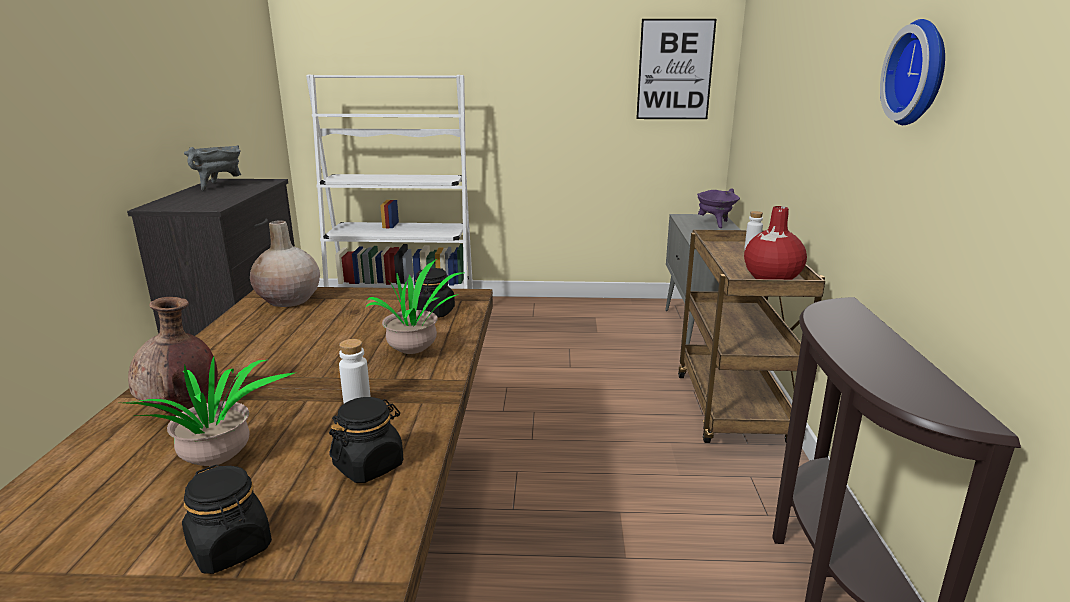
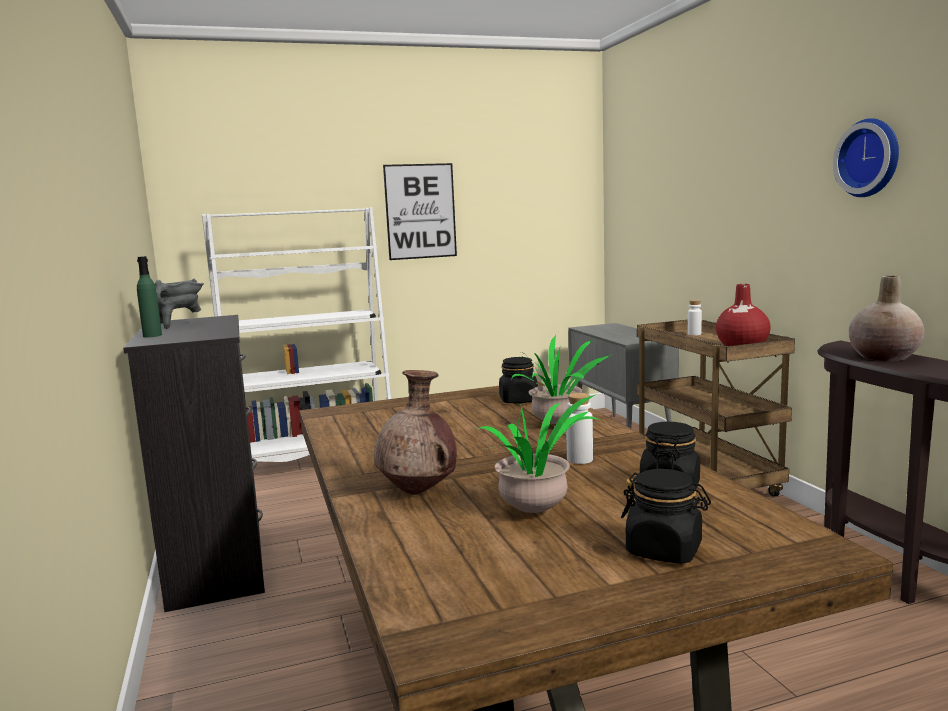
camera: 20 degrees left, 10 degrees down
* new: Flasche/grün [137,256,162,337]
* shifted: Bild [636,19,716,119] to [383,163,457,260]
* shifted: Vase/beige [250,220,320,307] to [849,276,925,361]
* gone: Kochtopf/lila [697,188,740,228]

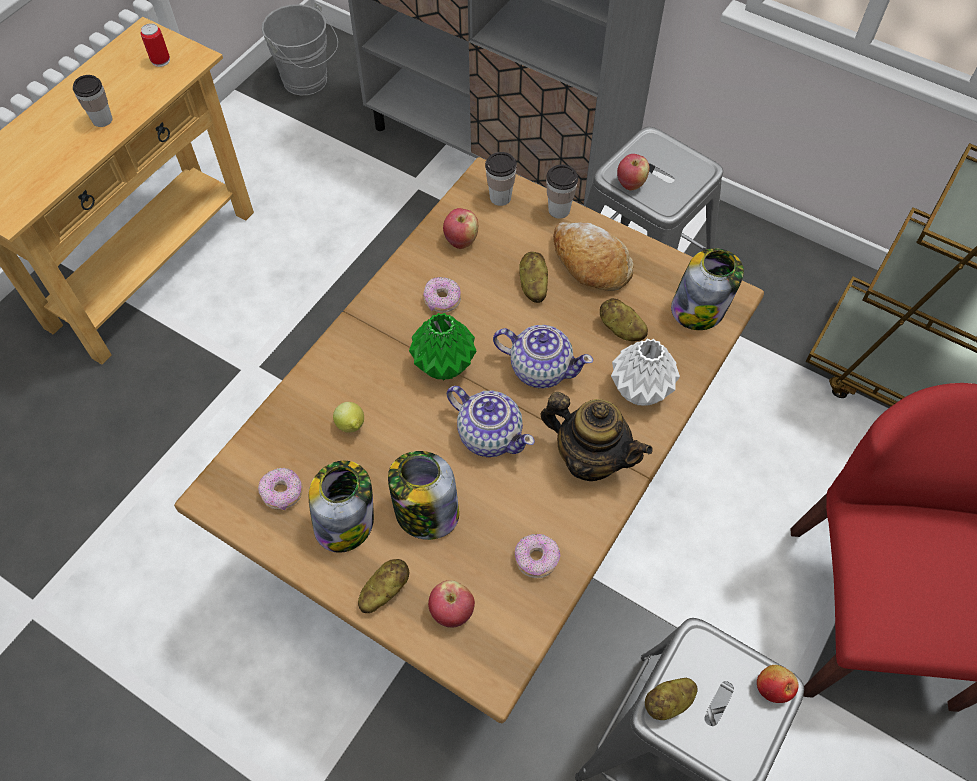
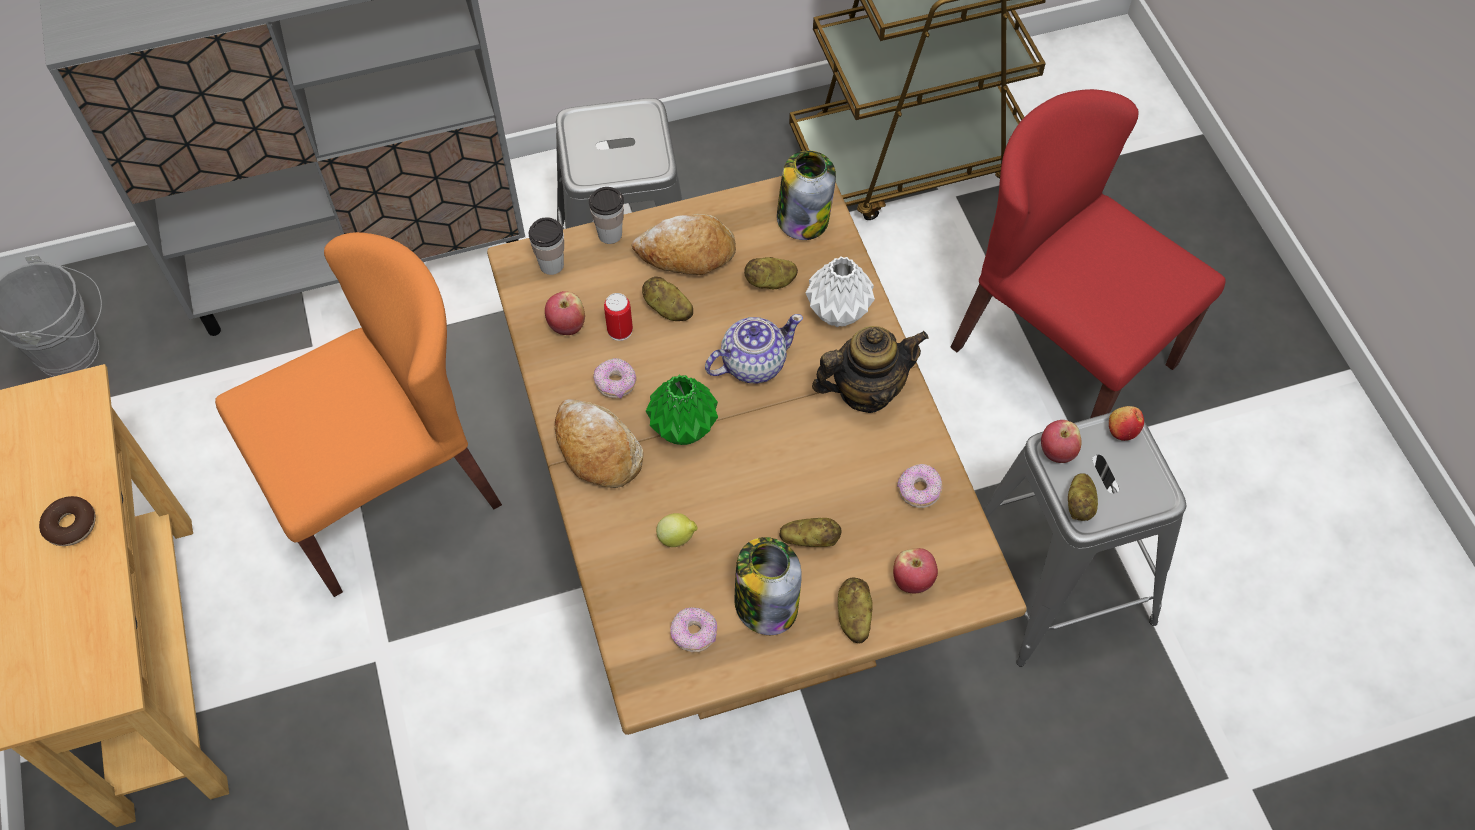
camera: 50 degrees left, 0 degrees up
* swapped: Tasse [73,75,113,127] to Donut [39,496,96,546]
* new: Stuhl/orange [215,232,502,597]
* new: Brot [555,399,643,488]
* shifted: Dose [141,23,170,67] to [604,293,633,341]
* swapped: Vorratsglas [388,451,459,540] to Kartoffel [779,518,842,547]
* shifted: Apfel [617,154,650,191] to [1041,420,1082,463]
* gone: Teekanne [447,386,535,457]

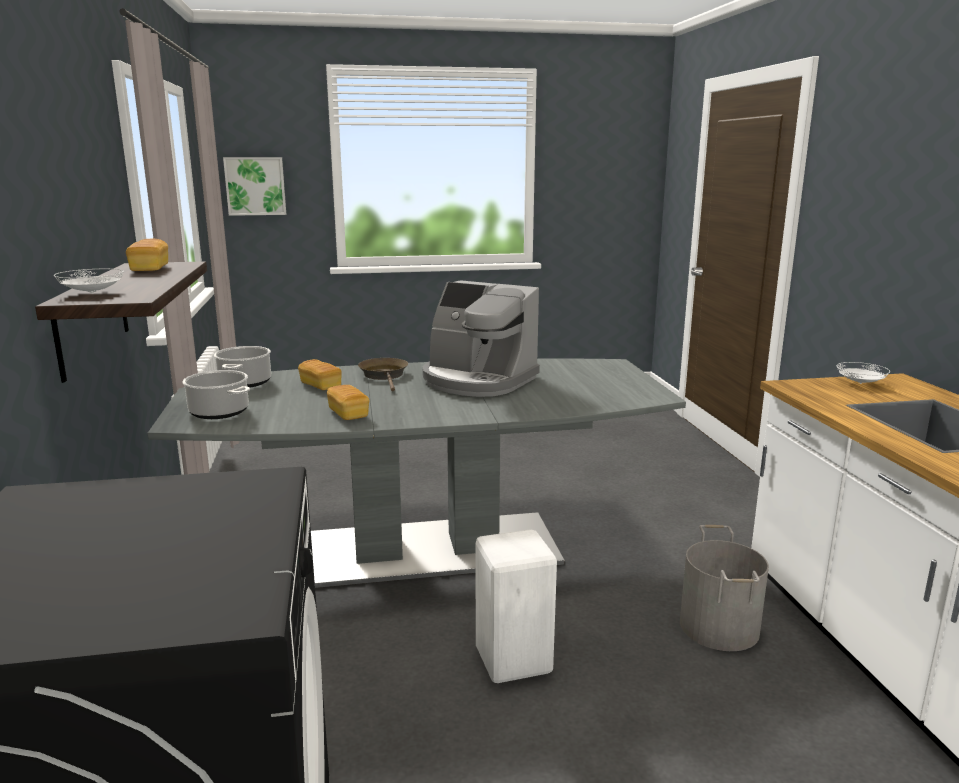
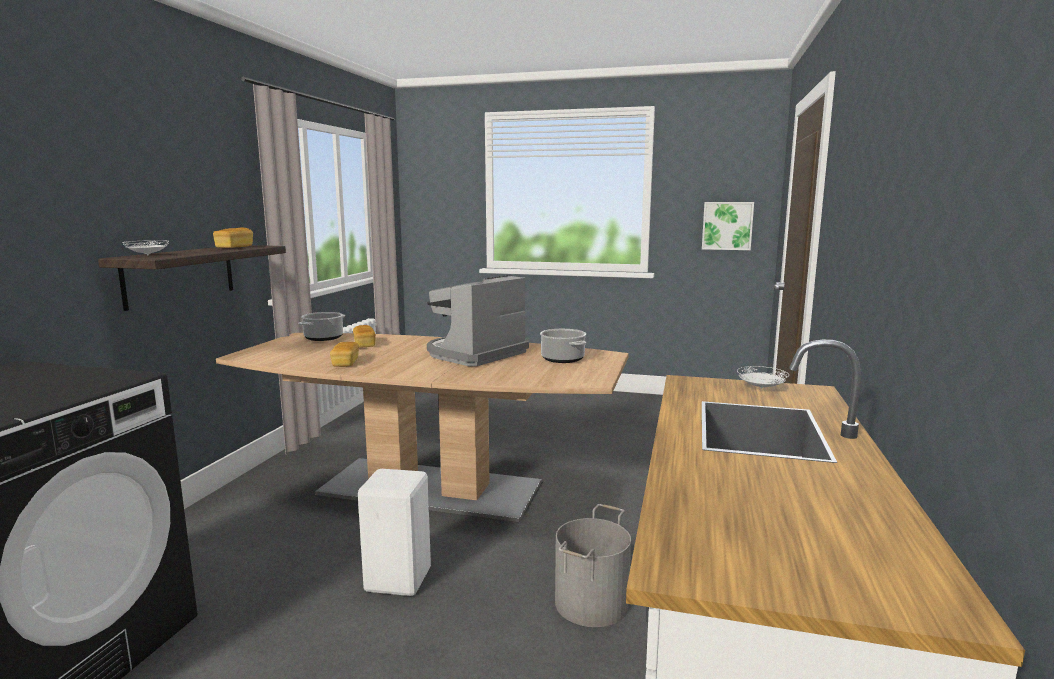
camera: 25 degrees right, 5 degrees down
* repainted: Esstisch/grau [148,359,686,588] to Esstisch/braun [216,333,629,522]
* rotated: Kaffeemaschine [422,280,540,397] = [427,275,529,366] 75 degrees clockwise
* shifted: Kochtopf [182,370,250,419] to [540,329,586,363]
* shifted: Bild [223,157,286,216] to [702,202,754,250]
* gone: Pfanne/braun [358,358,408,391]

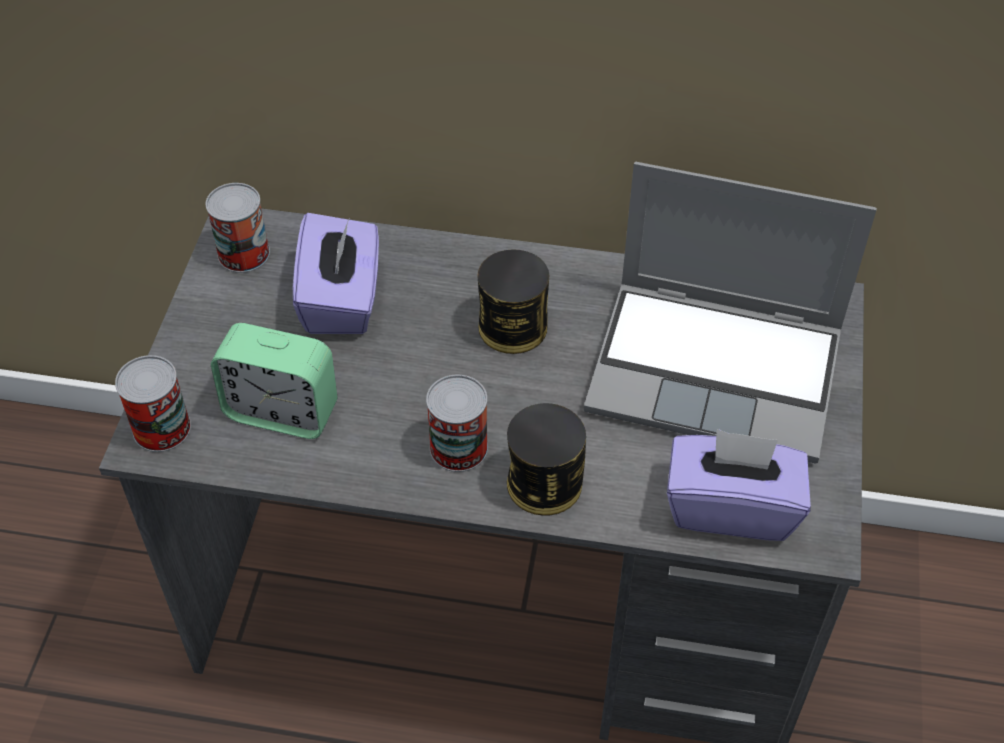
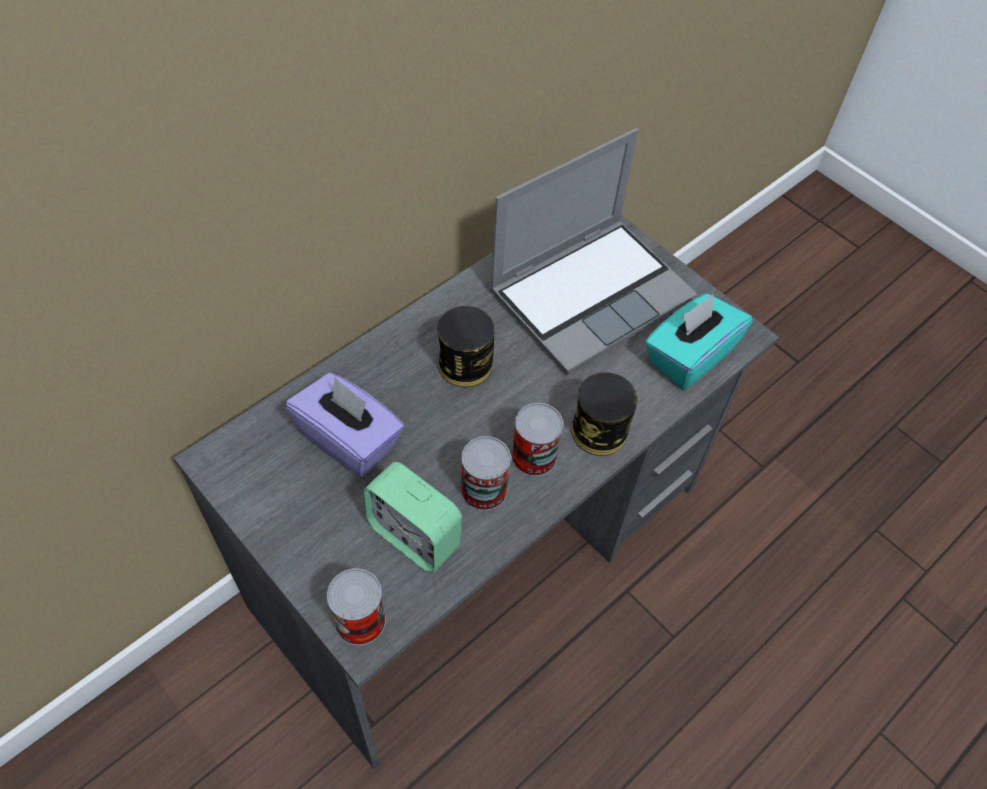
camera: 55 degrees left, 5 degrees up
* rotated: Wecker [211,323,337,439] = [364,462,462,573] 75 degrees clockwise
* shifted: Dose [206,183,270,273] to [461,436,511,511]
* repainted: Taschentuchbox/lila [667,429,811,541] to Taschentuchbox/türkis [645,294,753,389]

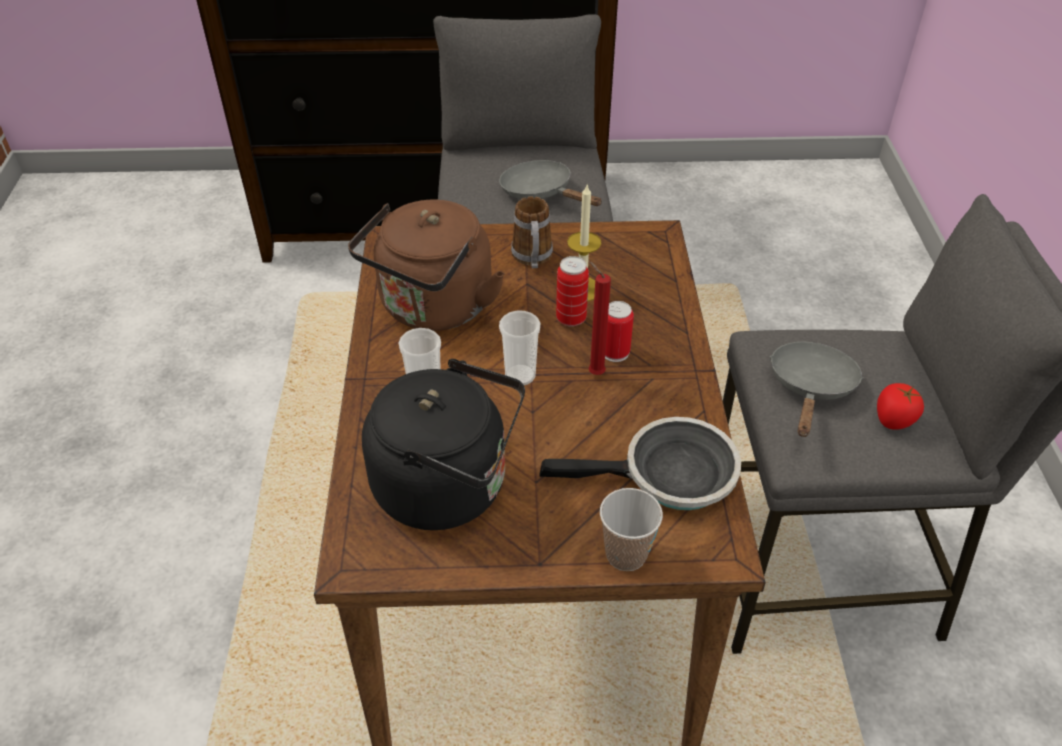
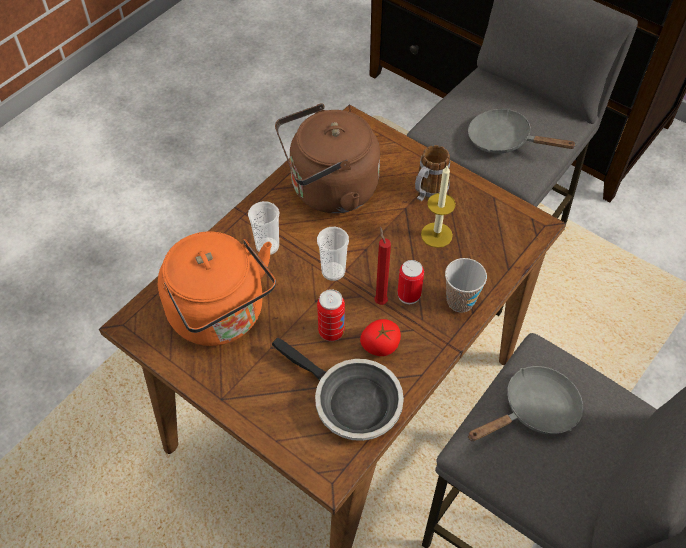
camera: 40 degrees right, 10 degrees up
* repainted: Wasserkessel/schwarz [362,359,525,530] to Wasserkessel/orange [158,232,276,346]
* shifted: Dose [556,256,589,327] to [317,289,345,341]
* shifted: Tomate [877,383,924,430] to [360,319,401,356]
* shifted: Tasse [600,488,663,571] to [445,258,487,312]
* rotated: Pfanne/grau [499,160,602,206] = [468,109,577,154] 60 degrees counterclockwise

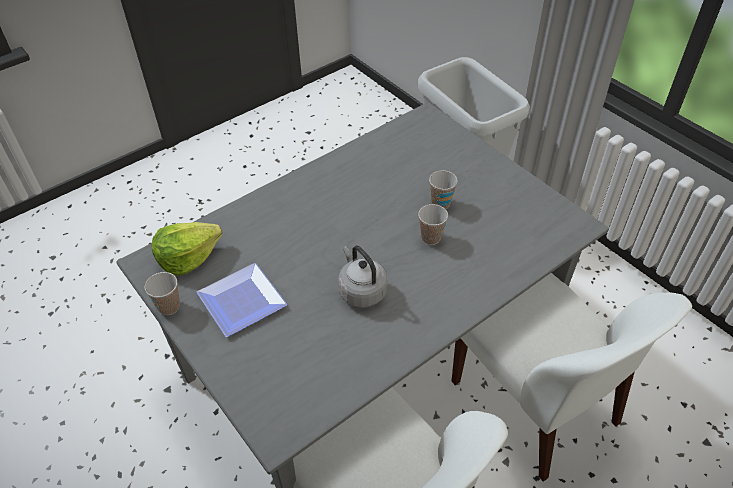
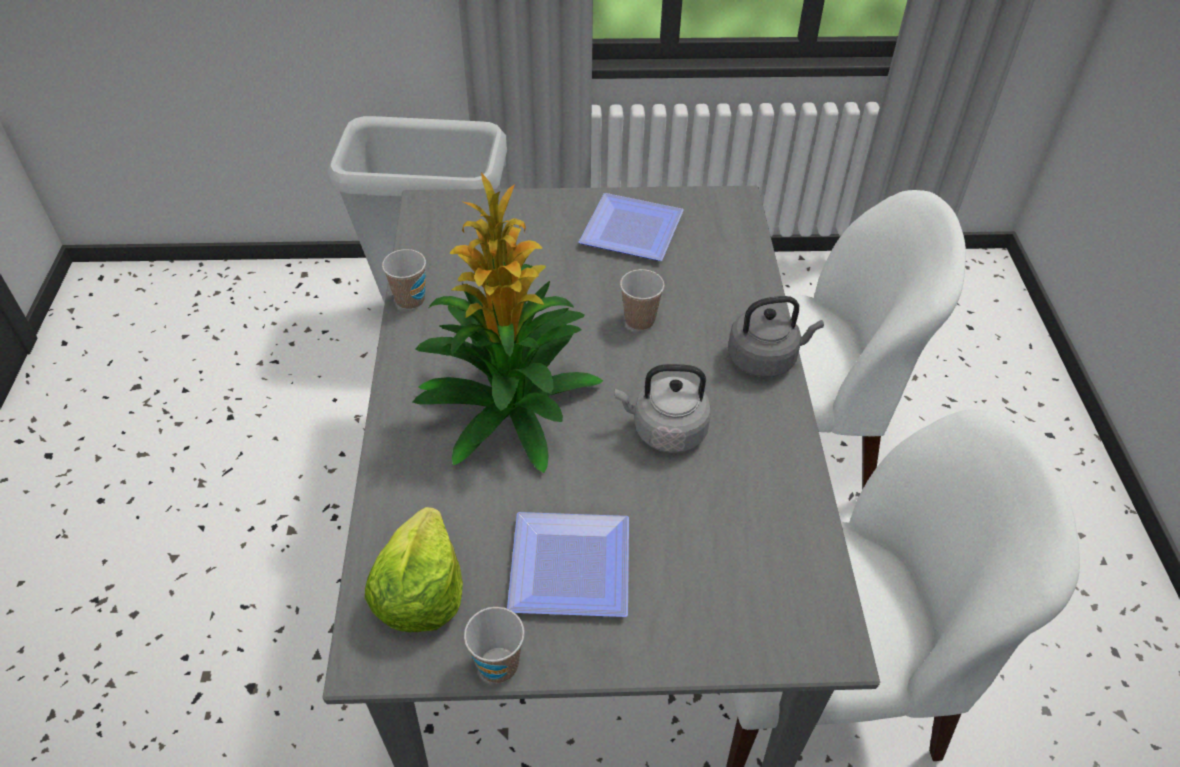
camera: 55 degrees left, 0 degrees up
* shifted: Tasse [429,170,458,209] to [382,249,426,310]
* new: Topfpflanze [412,172,603,473]
* new: Teller [579,193,684,261]
* new: Wasserkessel/grau [728,296,824,377]

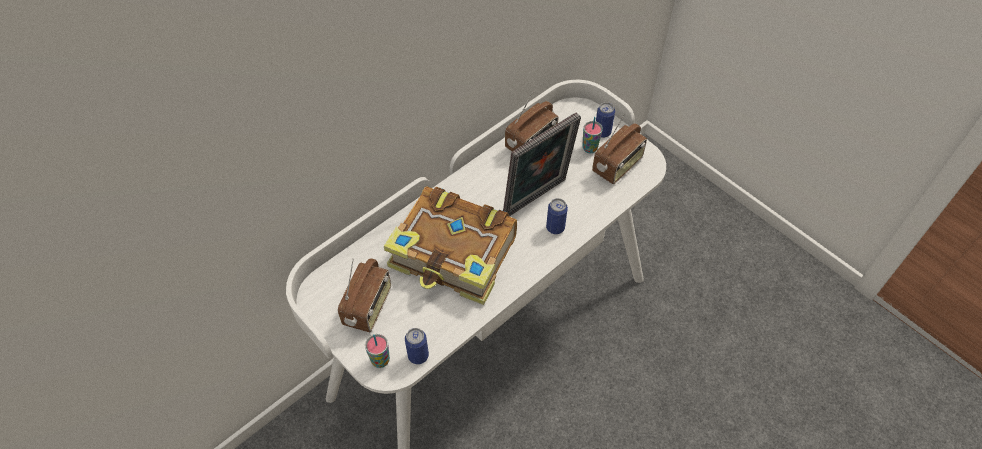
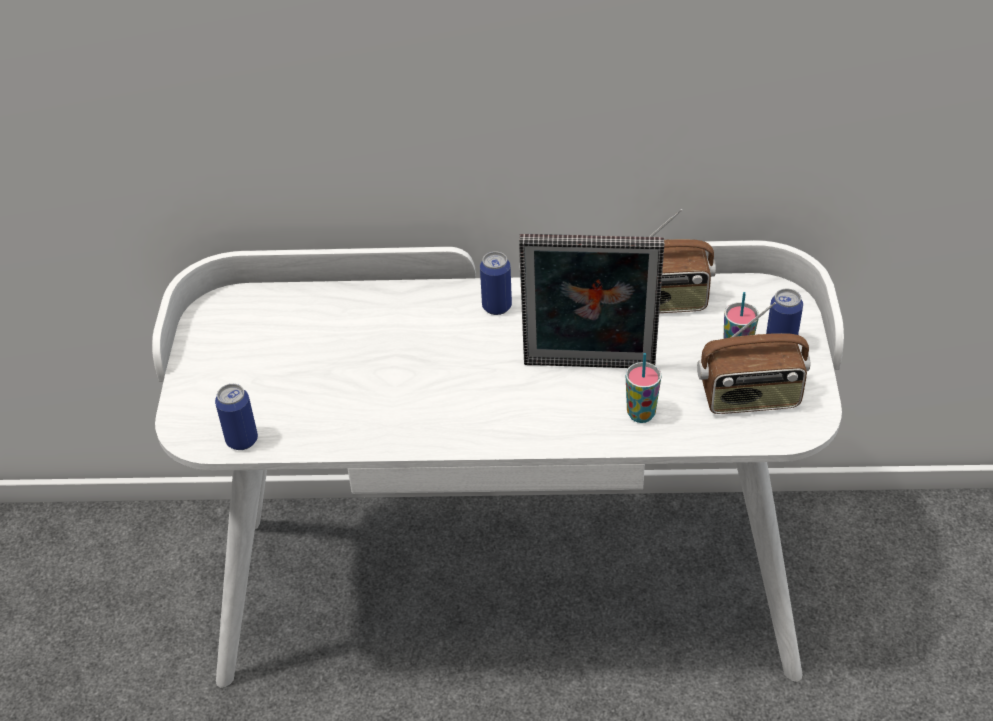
camera: 45 degrees right, 10 degrees down
* shifted: Dose [546,198,568,234] to [480,251,512,315]
* shifted: Tasse [365,334,390,368] to [626,353,662,423]
* gone: Radio [338,258,391,332]
* gone: Buch [384,186,517,305]

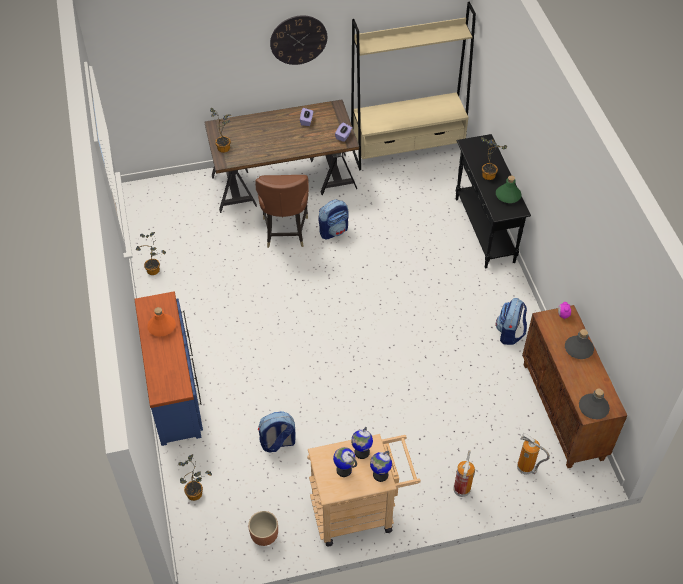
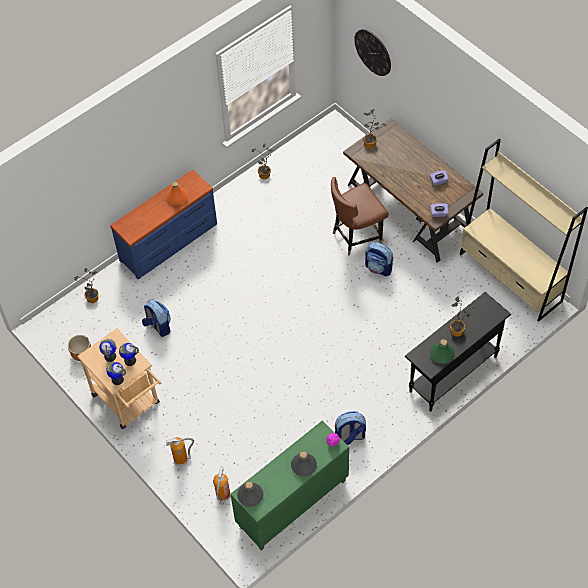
camera: 65 degrees right, 5 degrees up
* repainted: Schrank/braun [522,305,628,468] to Schrank/grün [230,420,349,551]
* shifted: Wanduhr [270,15,327,65] to [354,29,391,76]

